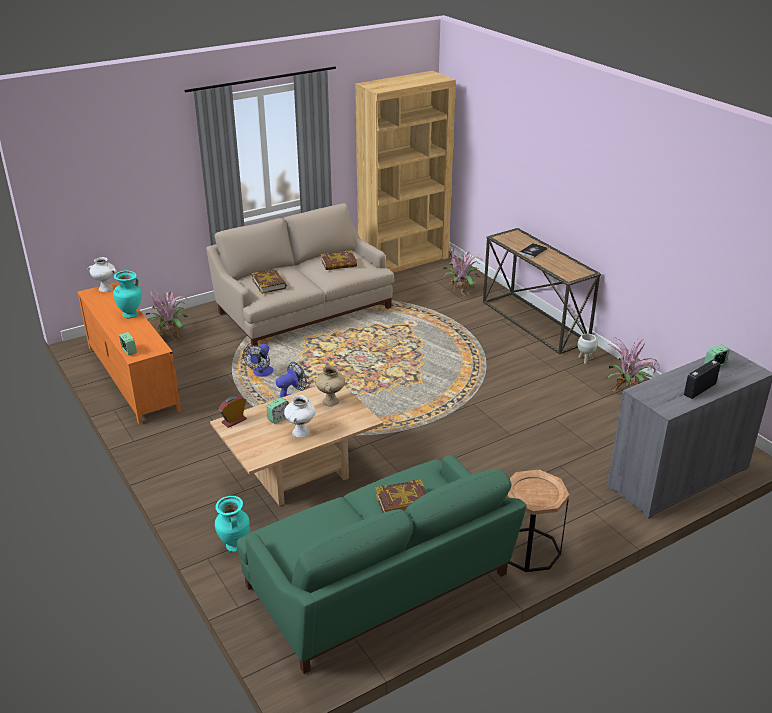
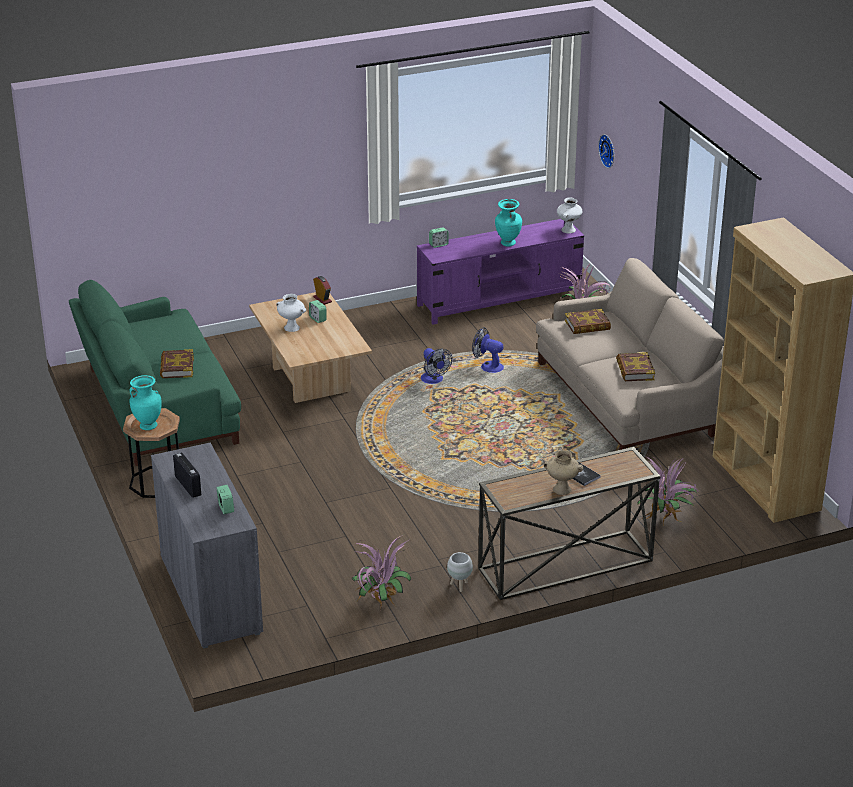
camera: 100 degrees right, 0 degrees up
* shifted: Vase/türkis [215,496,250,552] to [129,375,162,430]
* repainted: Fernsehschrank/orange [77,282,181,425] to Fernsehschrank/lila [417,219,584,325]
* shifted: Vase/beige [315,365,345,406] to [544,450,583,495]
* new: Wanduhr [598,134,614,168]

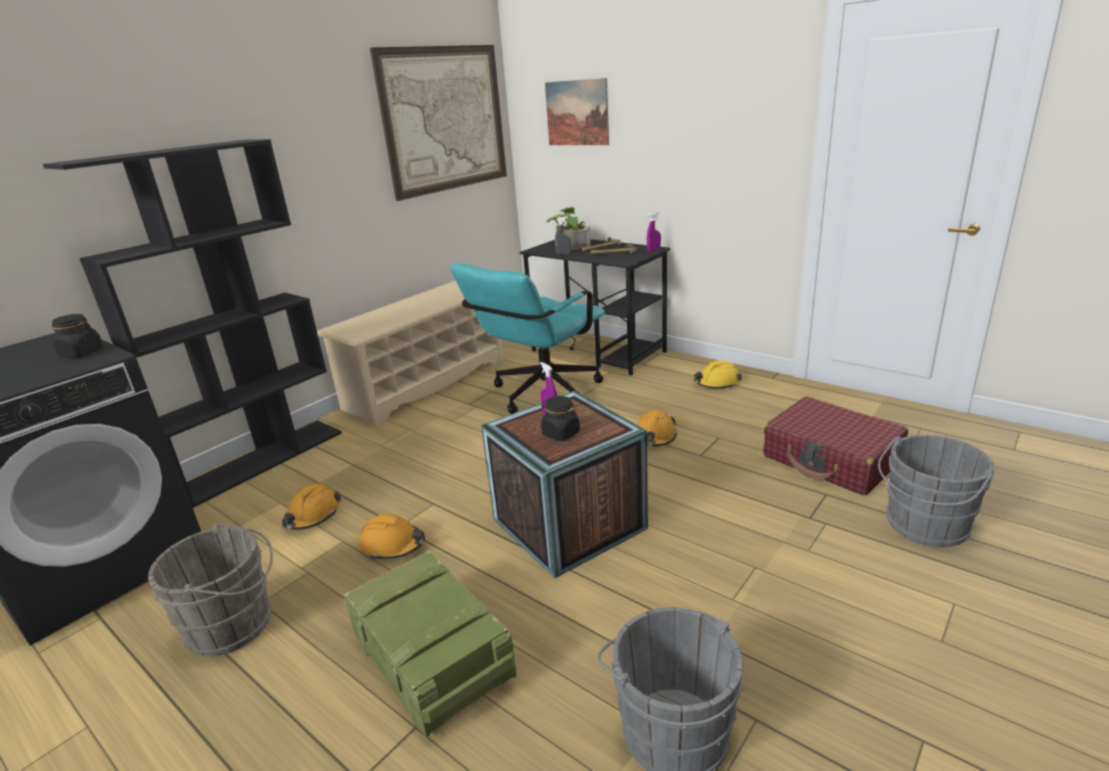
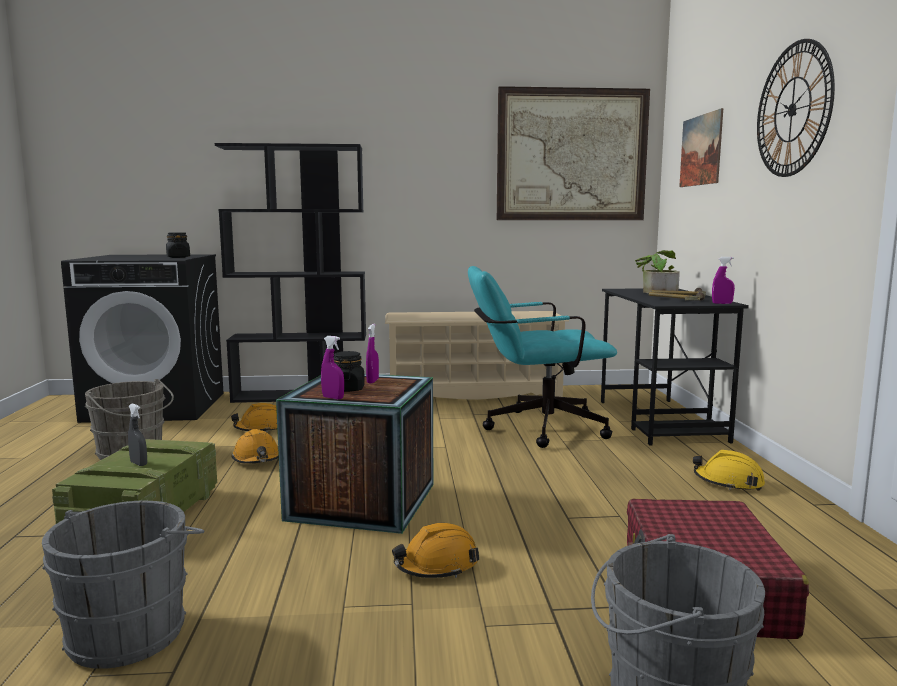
camera: 45 degrees right, 15 degrees down
* shifted: Sprühflasche/grau [555,217,571,255] to [128,403,147,466]
* new: Sprühflasche/lila [321,336,344,399]
* shifted: Schutzhelm/orange [637,410,677,446] to [392,523,479,578]
* new: Wanduhr [757,39,835,177]

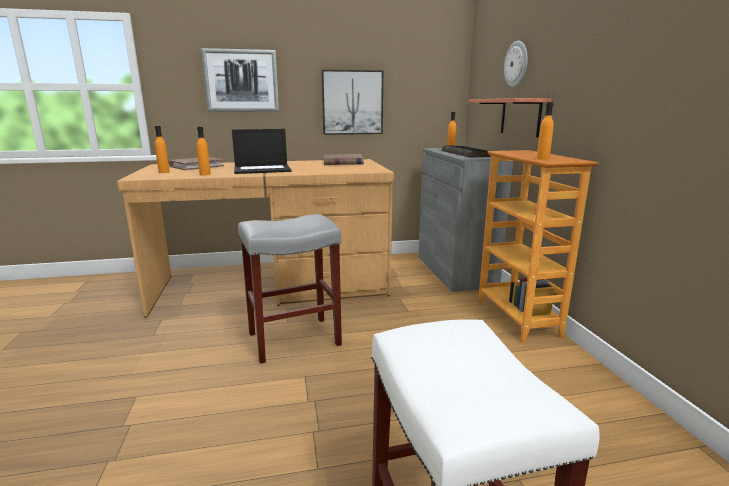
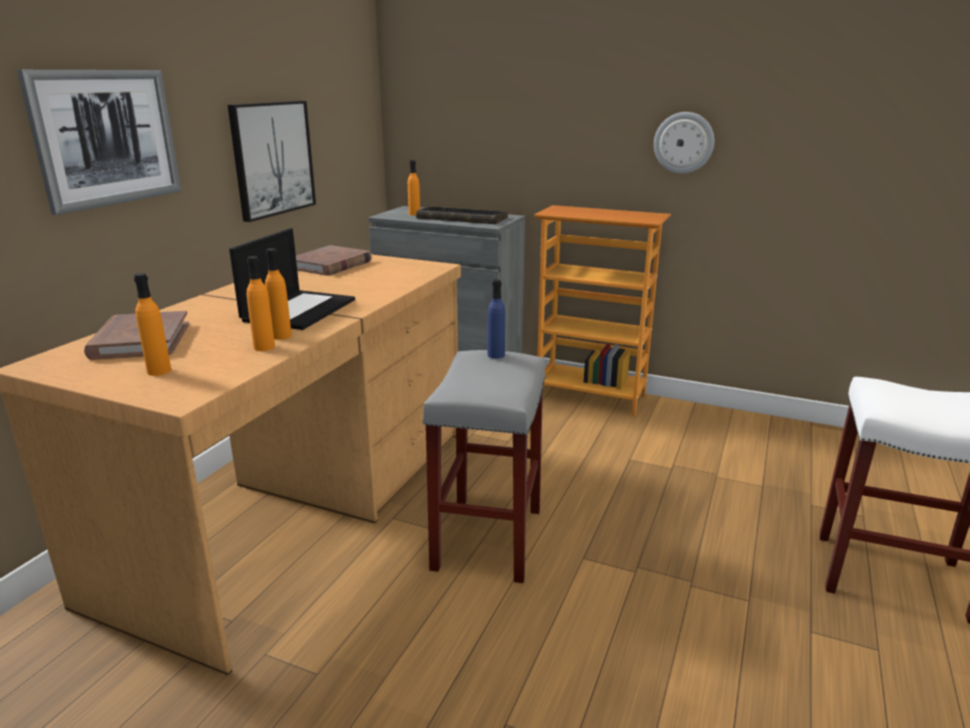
camera: 55 degrees left, 5 degrees up
* shifted: Flasche/orange [537,102,554,160] to [265,248,292,340]
* new: Flasche/blau [488,279,505,359]
* shifted: Wanduhr [504,41,528,87] to [654,112,714,174]
* gone: Wandregal [468,98,552,137]

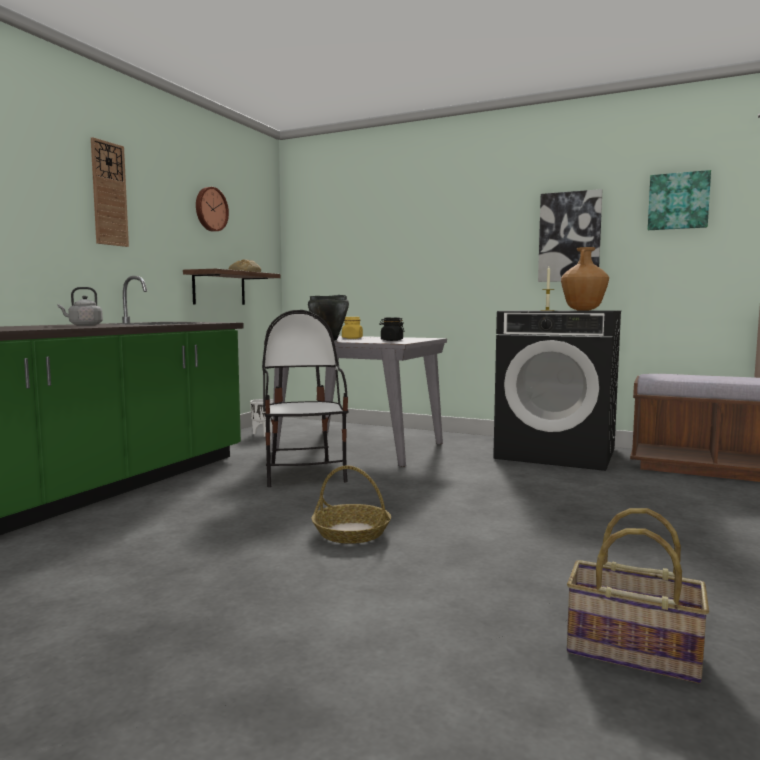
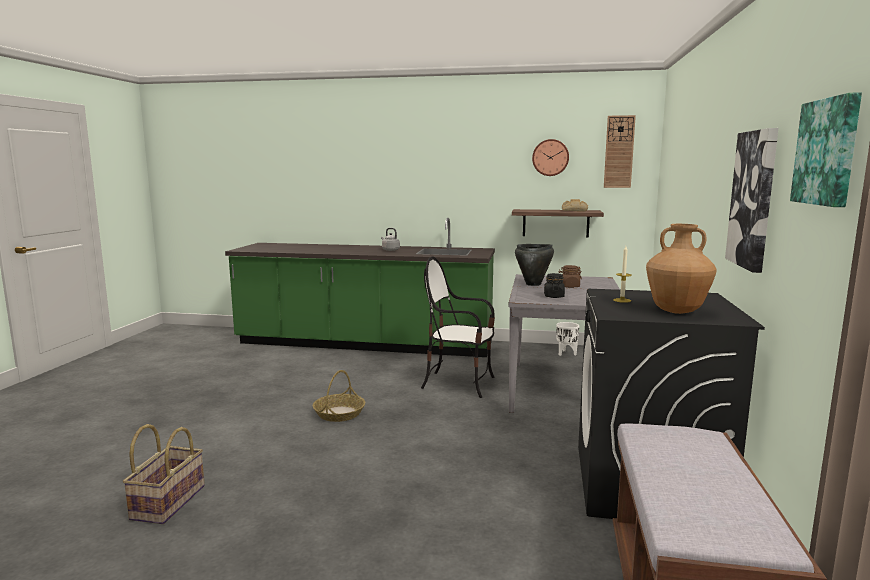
camera: 75 degrees right, 5 degrees up
* rotated: Stuhl [262,310,349,487] = [421,256,495,398] 135 degrees counterclockwise
* repainted: Vorratsglas/gelb [342,317,363,339] to Vorratsglas/braun [558,265,582,288]
* shifted: Wanduhr [91,137,129,247] to [604,115,636,188]

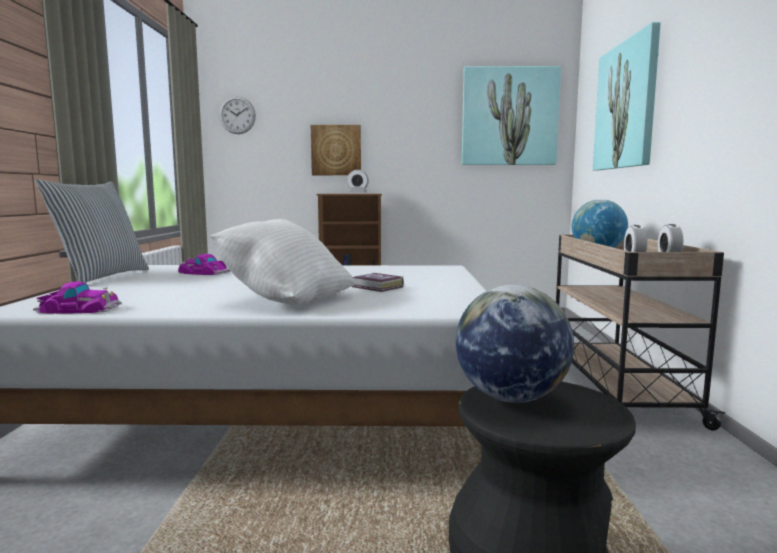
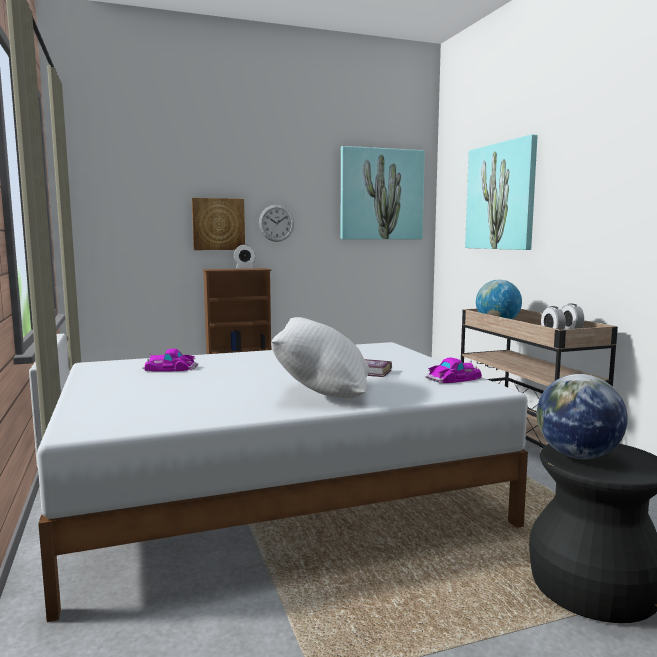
camera: 20 degrees left, 0 degrees up
* shifted: Wanduhr [219,96,256,134] to [259,205,294,242]
* shifted: Spielzeugauto [33,281,122,314] to [425,357,482,383]
* gone: Kissen [35,179,149,283]

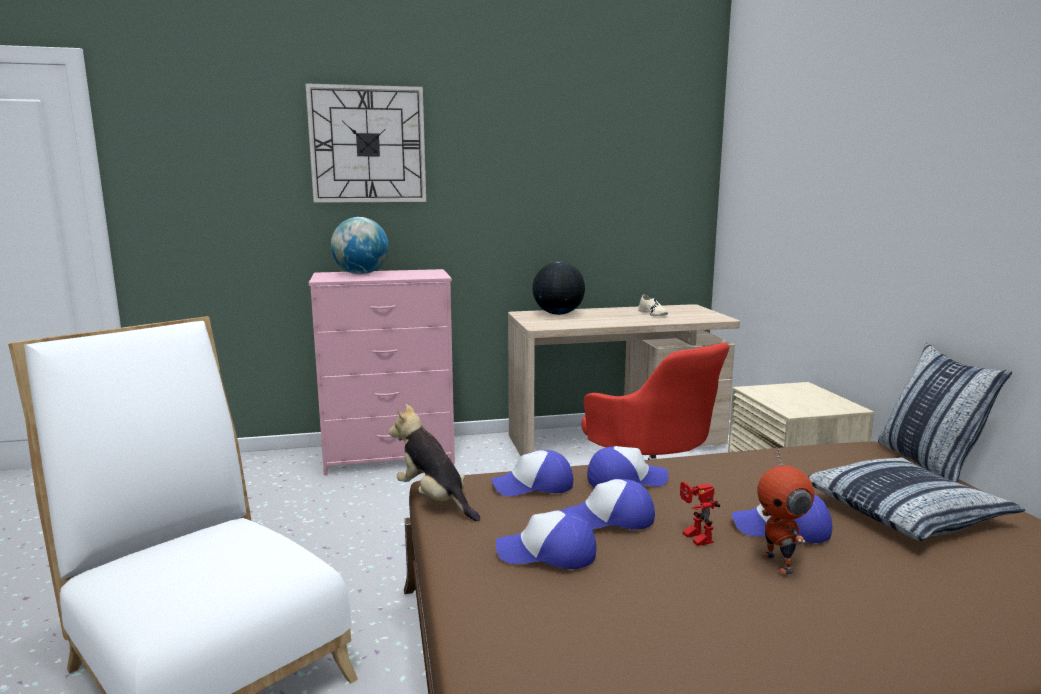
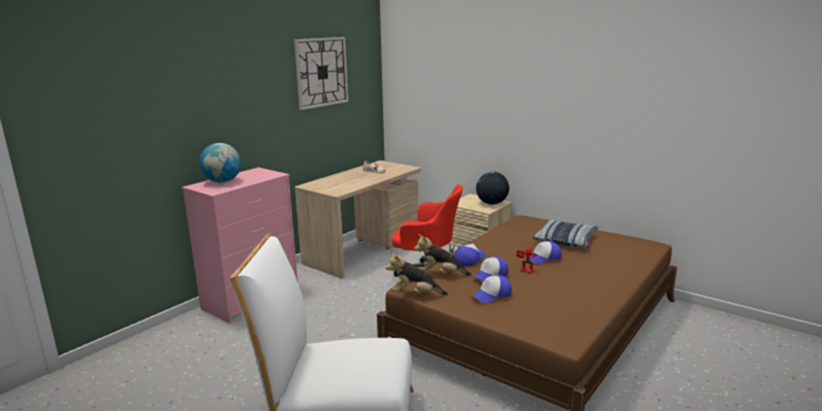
camera: 40 degrees left, 5 degrees up
* shifted: Wanduhr [305,83,426,203] to [294,37,348,110]
* swapped: Kappe [492,450,574,496] to Plüschtier [414,234,471,276]
* shifted: Globus [532,262,585,315] to [476,172,509,205]
* gone: Spielzeugroboter [757,449,814,575]
* gone: Kissen [878,343,1012,482]

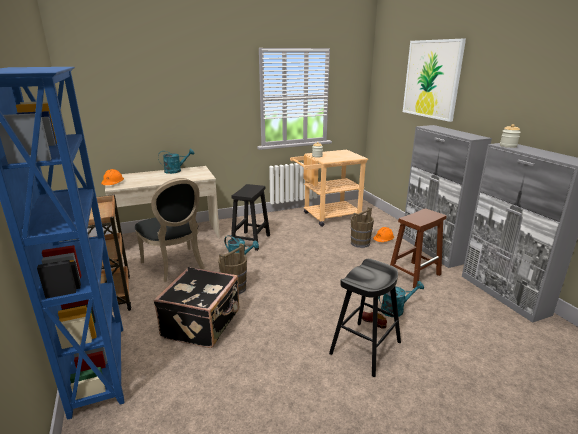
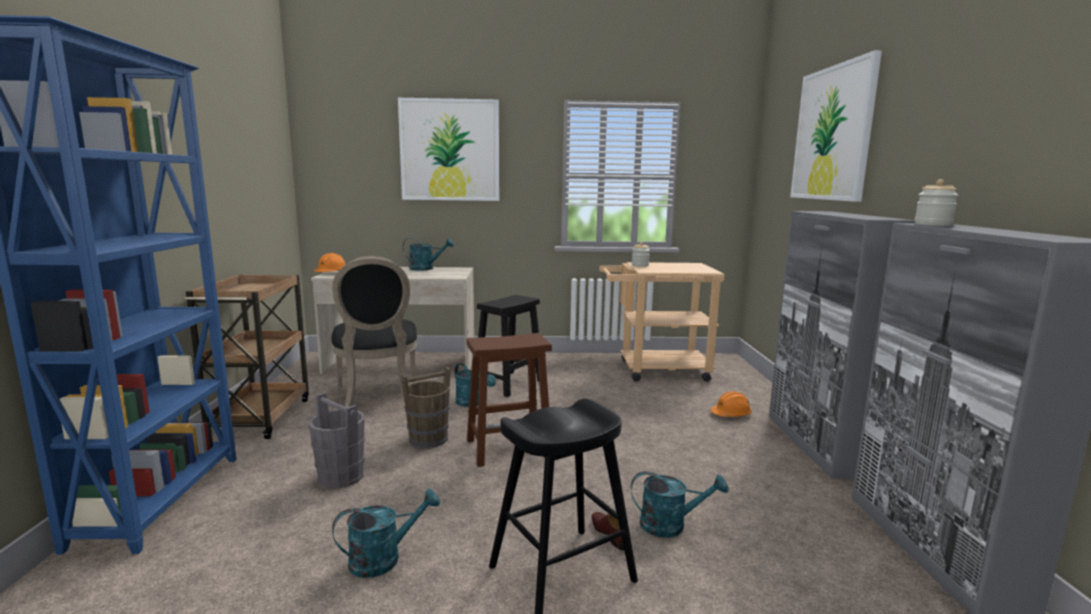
camera: 20 degrees right, 10 degrees down
* swapped: Koffer/schwarz [153,267,239,348] to Eimer/grau [309,392,365,488]
* new: Gießkanne/türkis [332,489,440,578]
* new: Bild [398,98,499,201]
* shifted: Hocker/braun [390,208,446,288] to [466,333,552,467]
* gone: Eimer/braun [351,207,374,248]

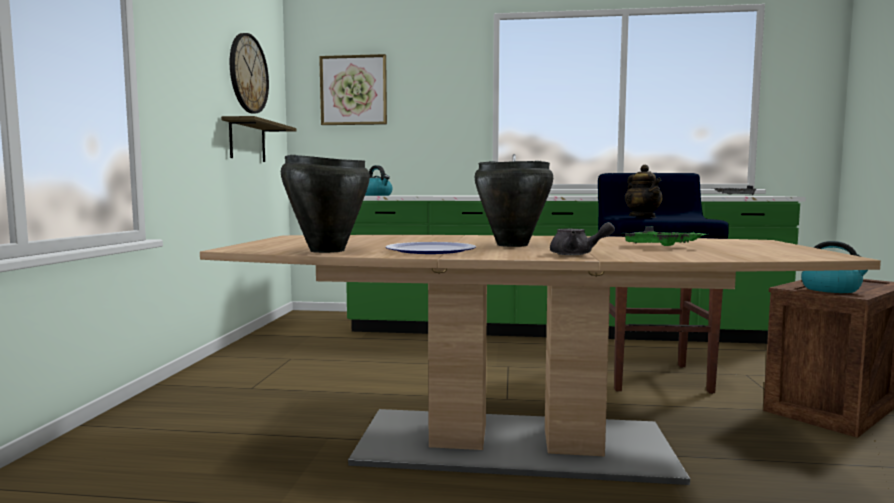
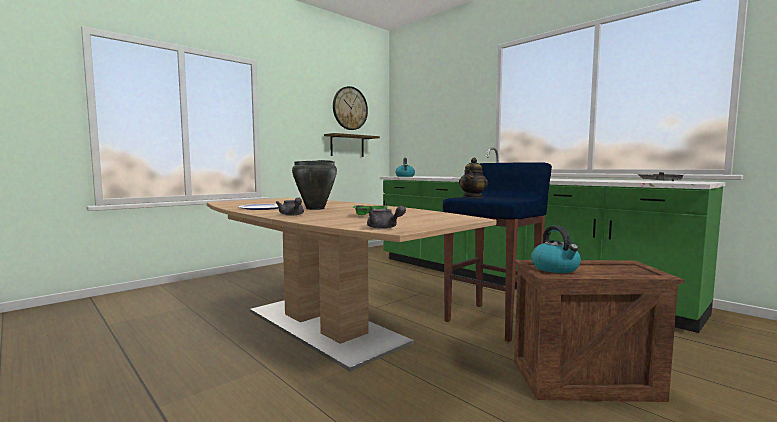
camera: 40 degrees right, 0 degrees up
* new: Teekanne/grau [367,206,406,229]
* gone: Kochtopf/schwarz [281,155,370,253]
* gone: Bild [319,54,387,125]

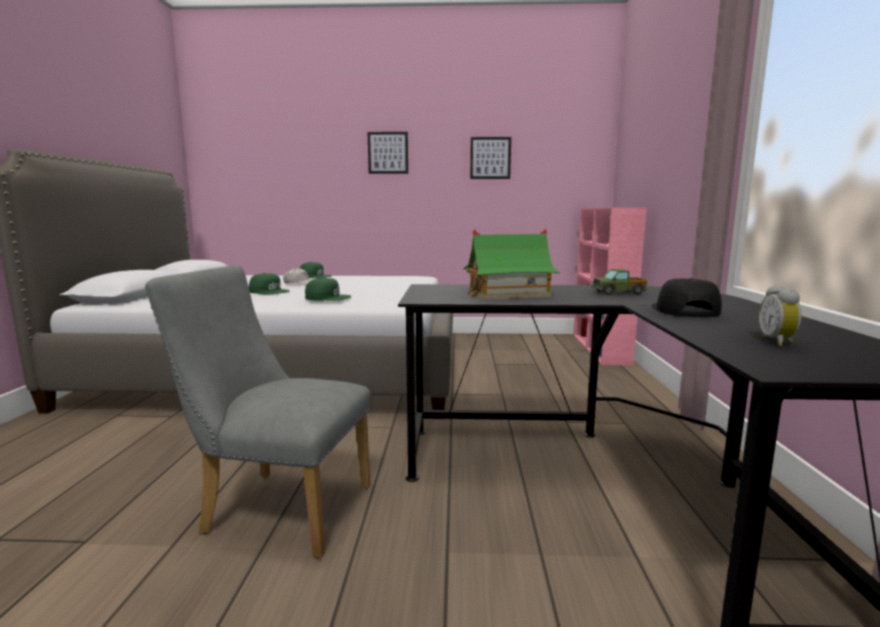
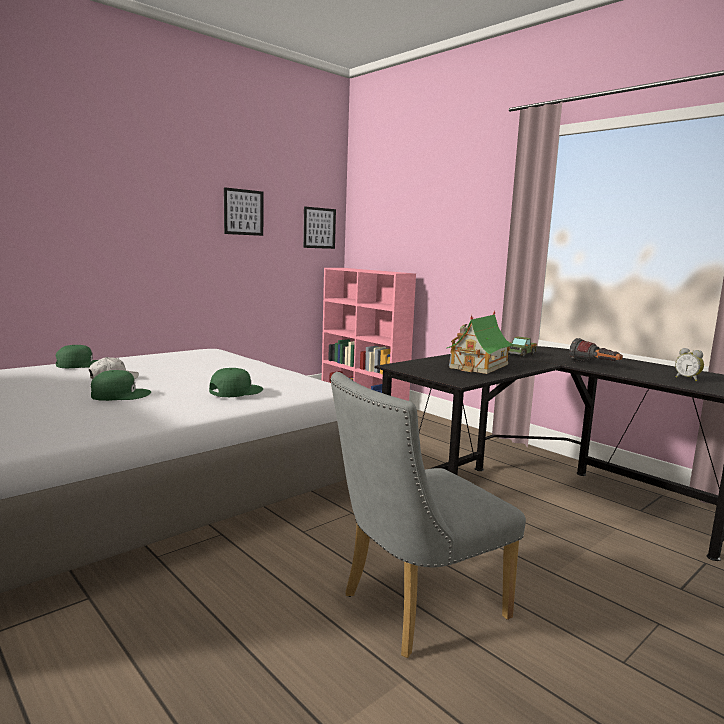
camera: 45 degrees left, 0 degrees up
* shifted: Bild [368,132,408,174] to [303,206,336,249]
* swapped: Kappe/schwarz [651,278,722,317] to Taschenlampe [569,338,623,361]

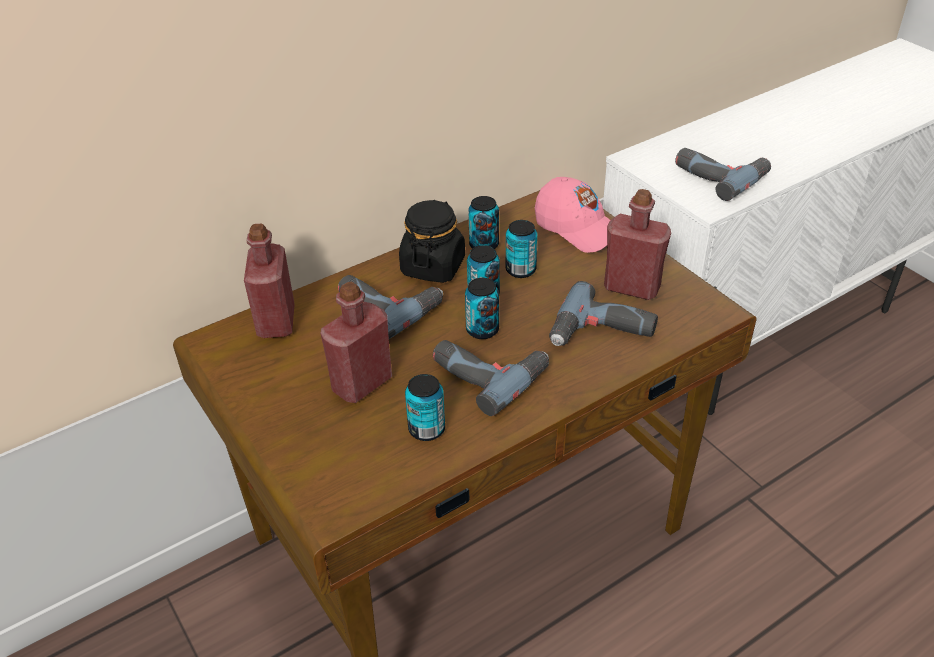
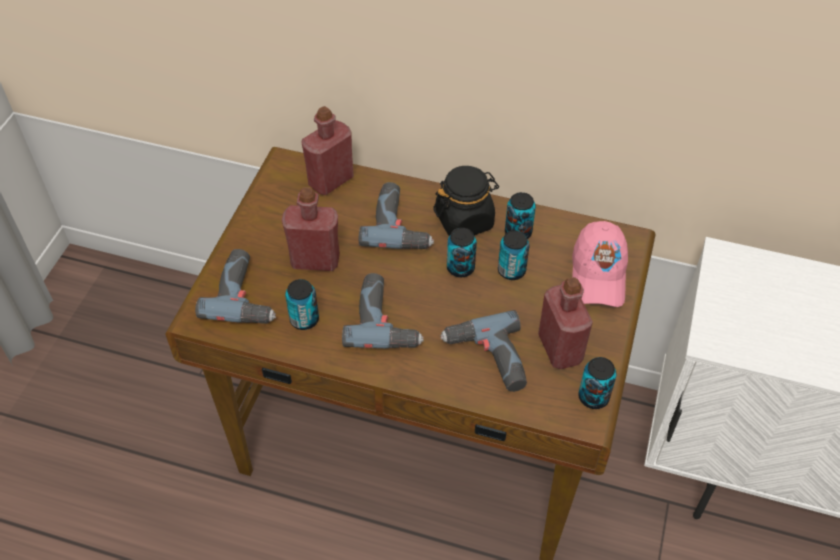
camera: 50 degrees right, 10 degrees up
* shifted: Bohrmaschine [675,148,771,201] to [195,249,276,324]
* shifted: Dose [465,278,499,339] to [578,357,616,409]

